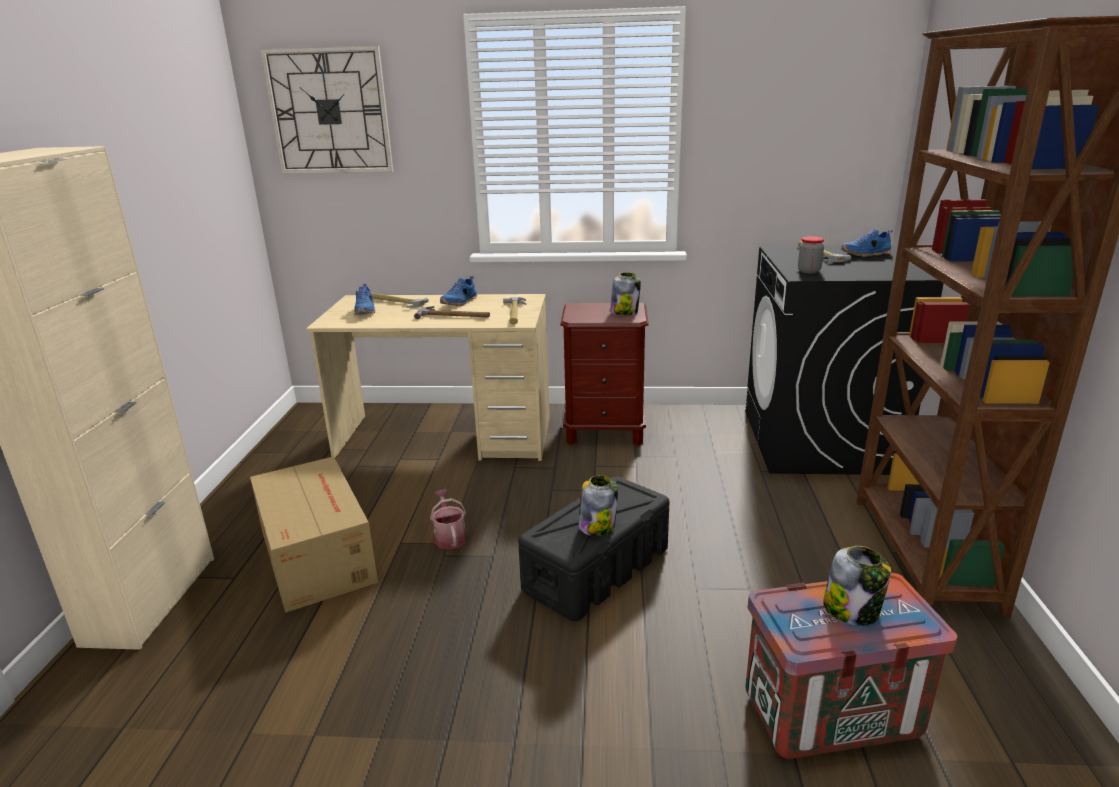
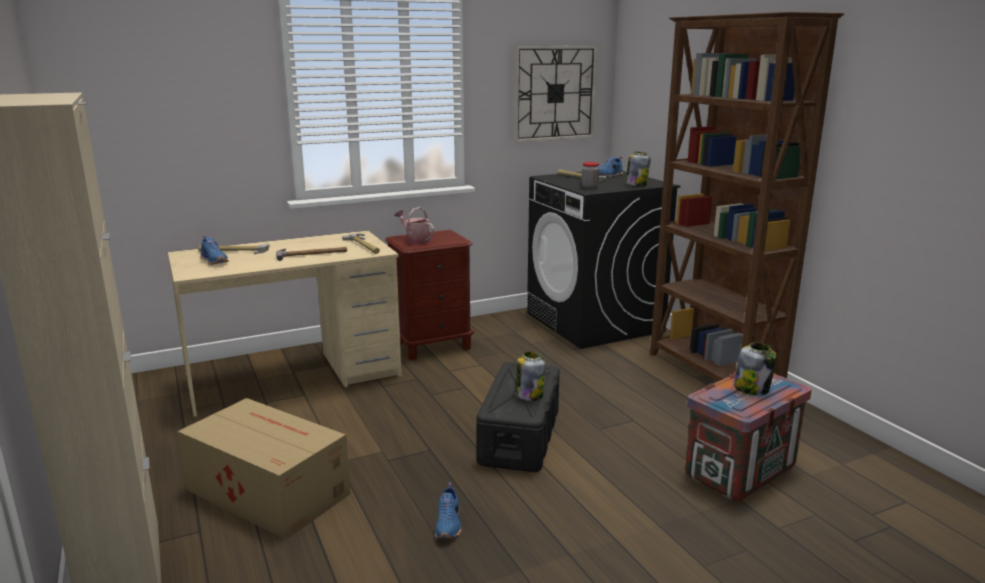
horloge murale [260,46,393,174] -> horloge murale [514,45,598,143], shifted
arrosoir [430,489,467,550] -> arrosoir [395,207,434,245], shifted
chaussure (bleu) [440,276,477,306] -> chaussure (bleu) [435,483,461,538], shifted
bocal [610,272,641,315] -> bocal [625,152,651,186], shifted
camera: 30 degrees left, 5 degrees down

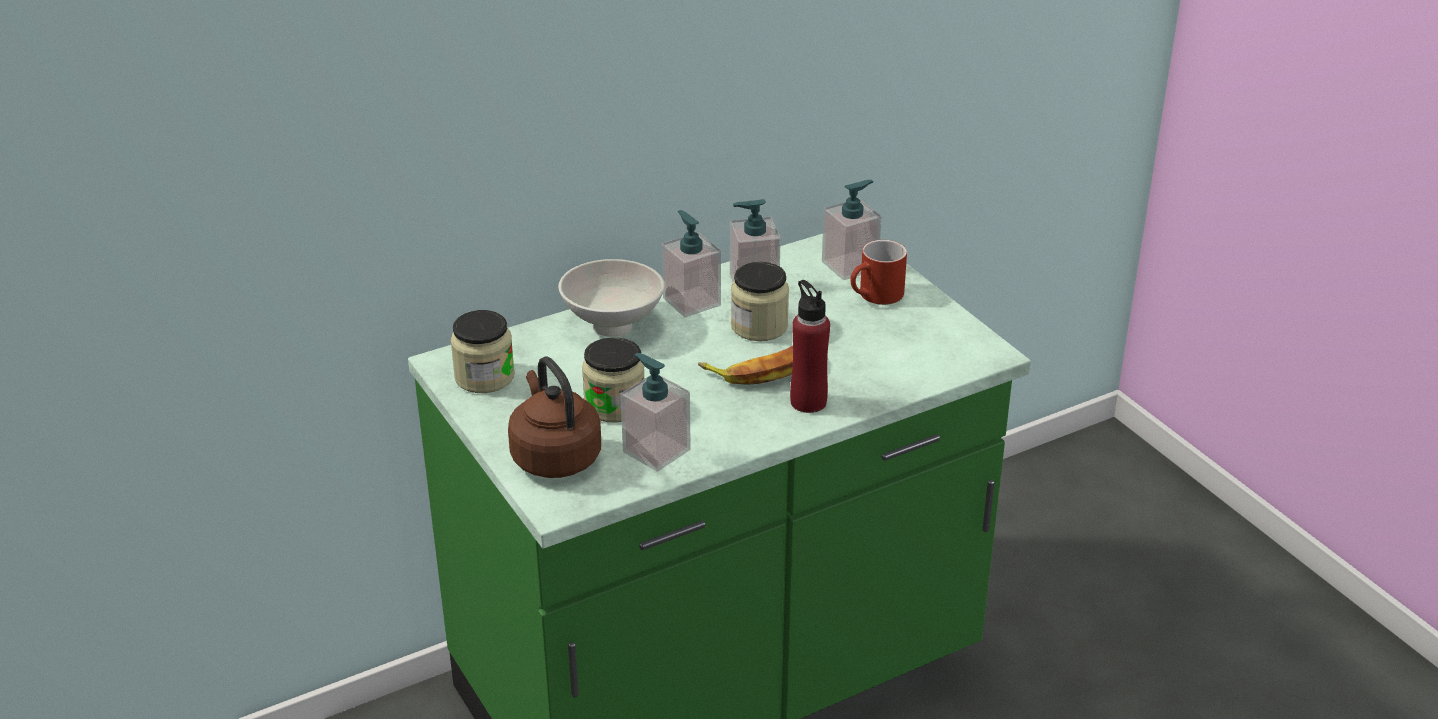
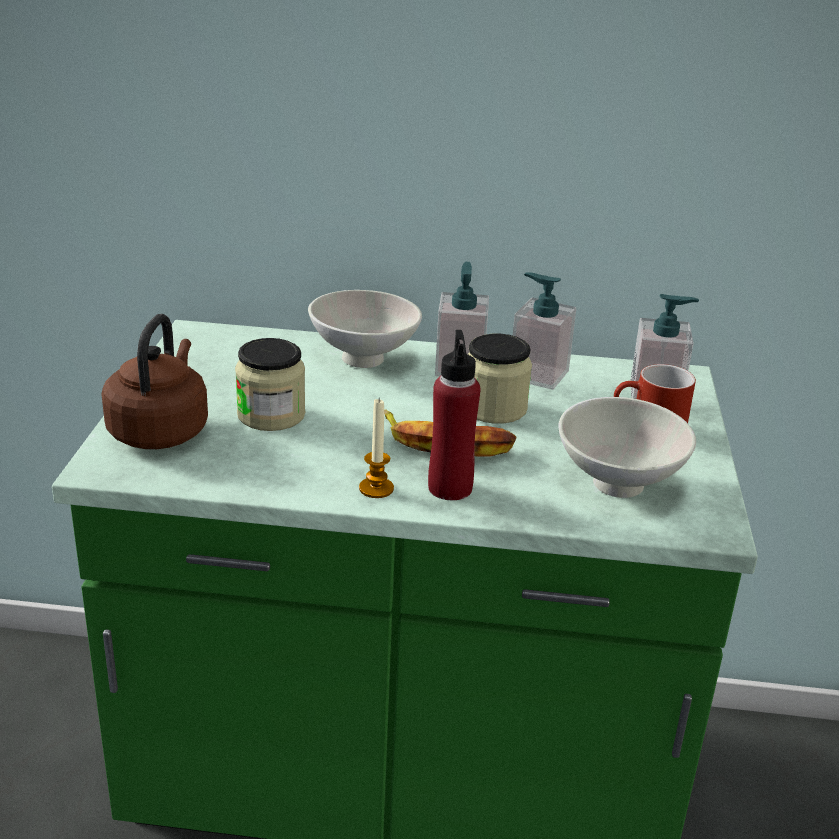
bocal [450,310,515,393] -> none
distributeur de savon [621,353,691,472] -> none
none -> bougie [359,399,394,498]
none -> bol (blanc) [558,397,696,498]
camera: 35 degrees right, 5 degrees down

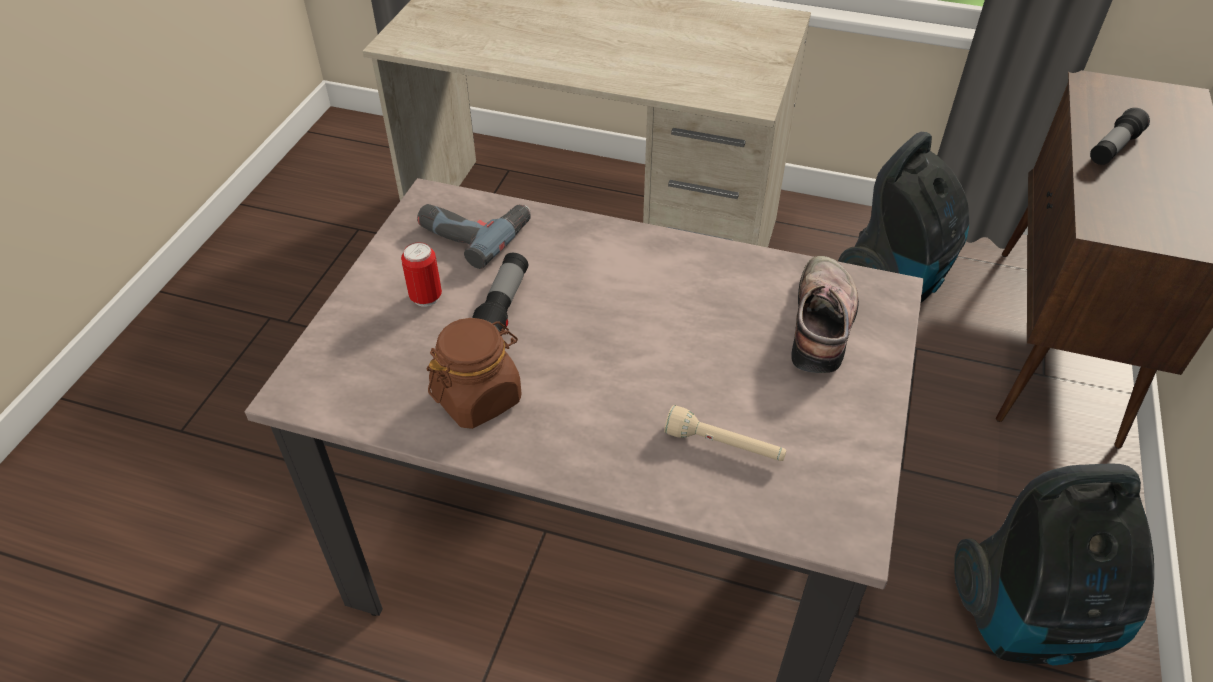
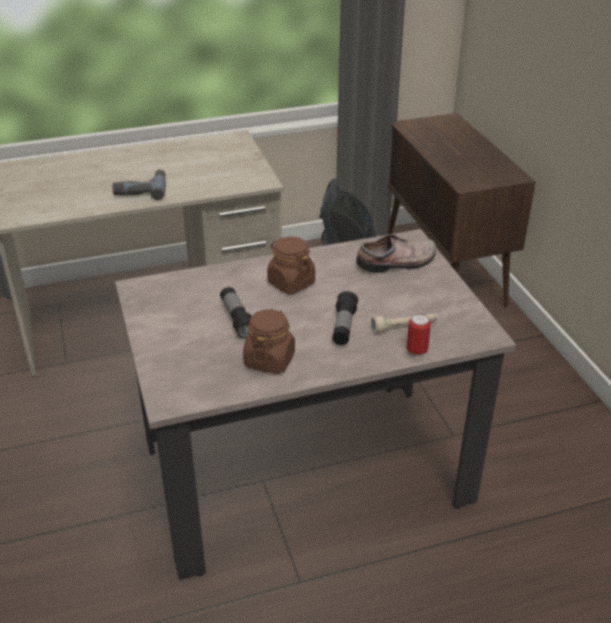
boîte métallique [401,242,442,307] -> boîte métallique [407,314,431,357], shifted
perceuse [417,204,531,269] -> perceuse [112,170,166,200], shifted
chaussure [791,256,859,373] -> chaussure [356,234,436,273], 90 degrees clockwise
aspirateur [954,464,1154,665] -> none
lampe de poche [1090,108,1150,165] -> lampe de poche [332,291,358,345], shifted
none -> bocal (marron) [267,237,315,294]
camera: 35 degrees left, 10 degrees down

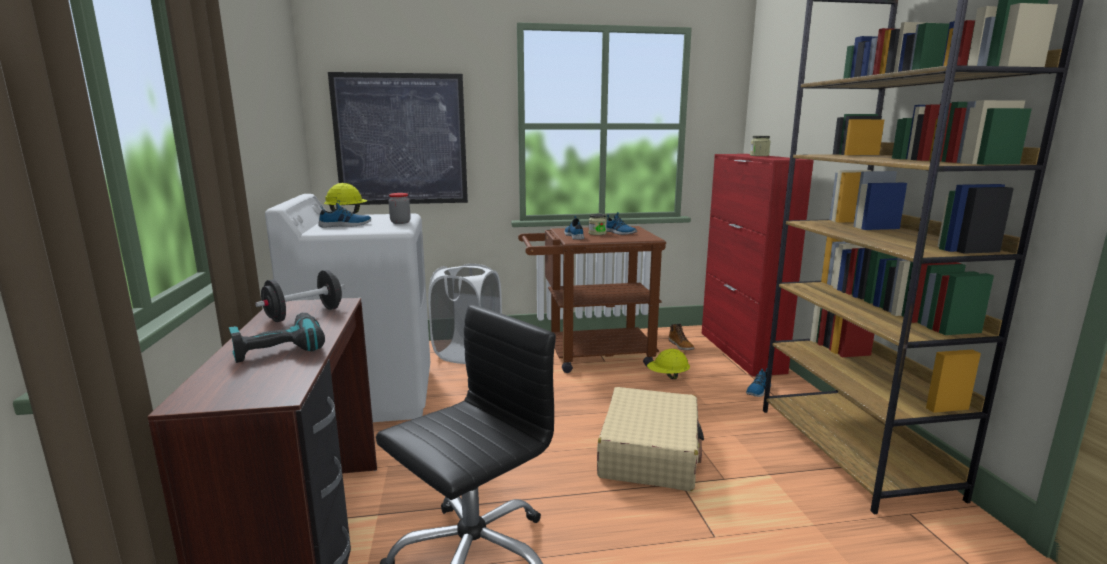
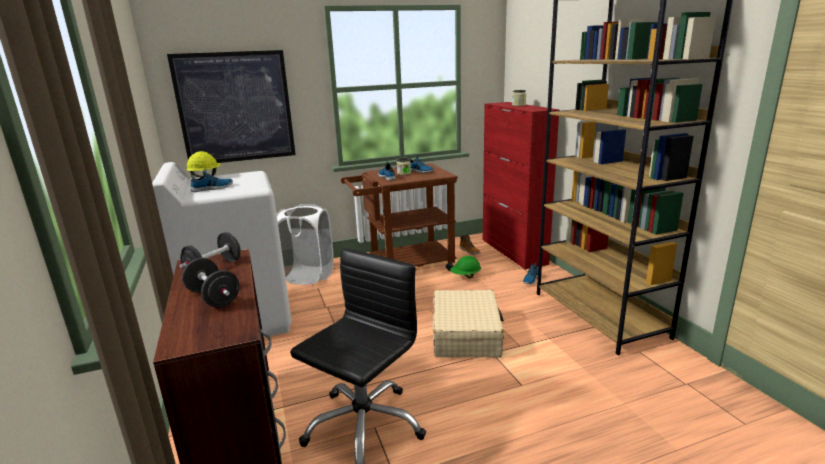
perceuse [229,312,325,363] -> haltère (noir) [182,258,240,307]
bocal [389,193,411,224] -> none
casque de chantier (jaune) [647,349,690,379] -> casque de chantier (vert) [450,256,481,278]
camera: 10 degrees left, 5 degrees up

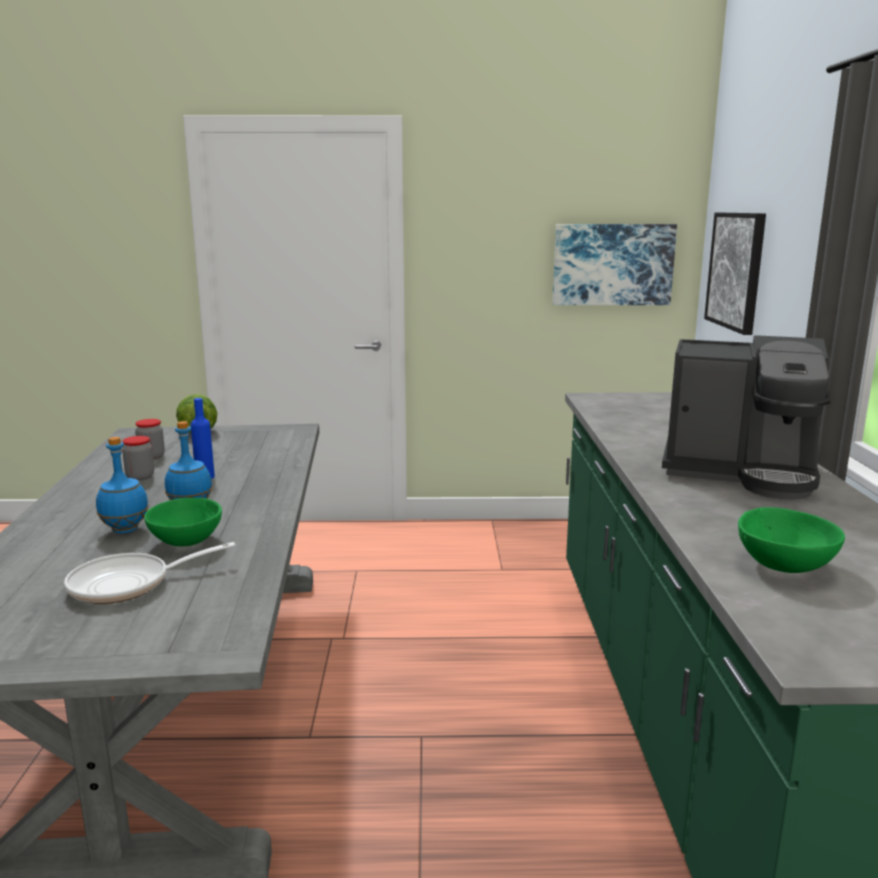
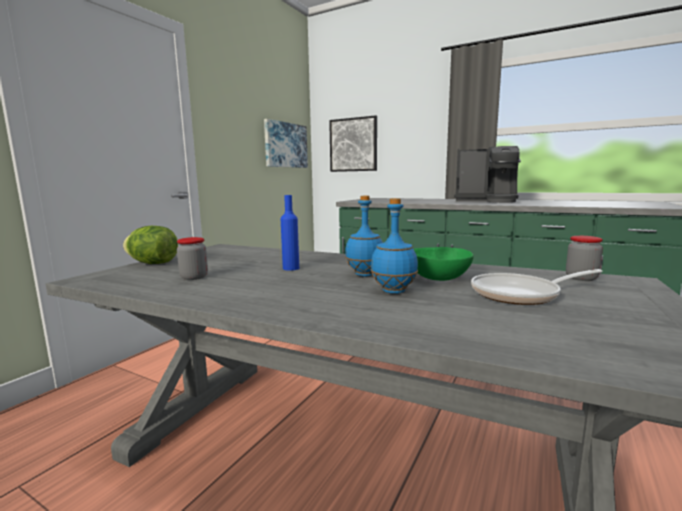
poêle [64,542,235,604] -> poêle [471,269,603,305], 75 degrees clockwise
bocal [122,436,154,481] -> bocal [566,236,603,281], shifted
machine à café [662,335,831,500] -> machine à café [454,146,521,203], 60 degrees clockwise
bol (vert) [738,507,845,573] -> none
camera: 60 degrees left, 5 degrees down

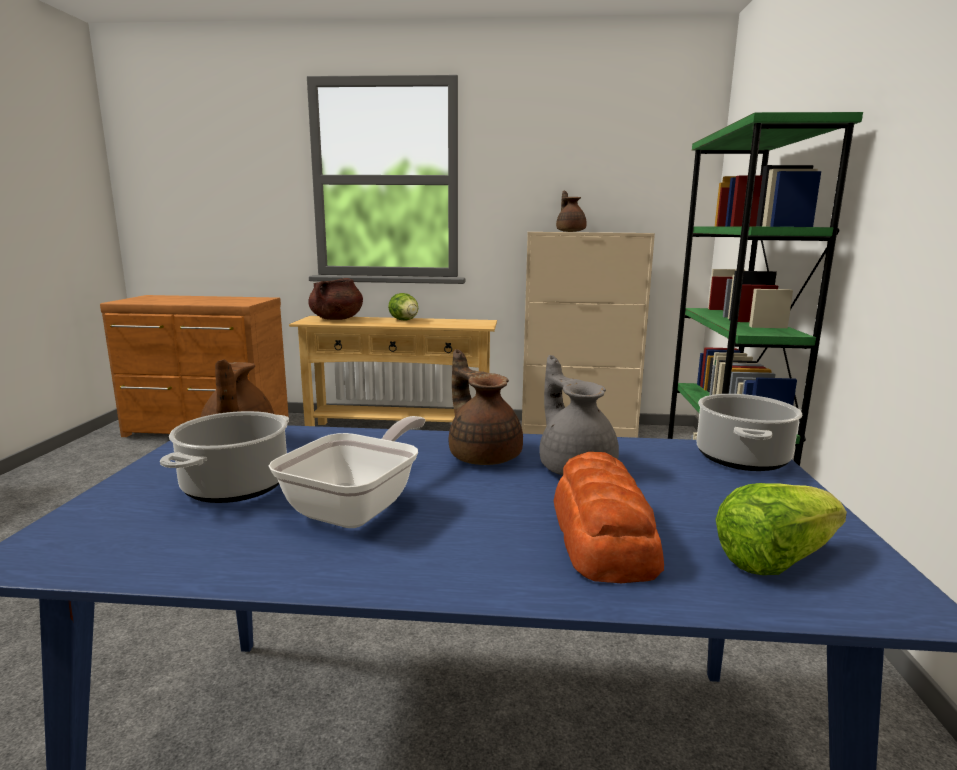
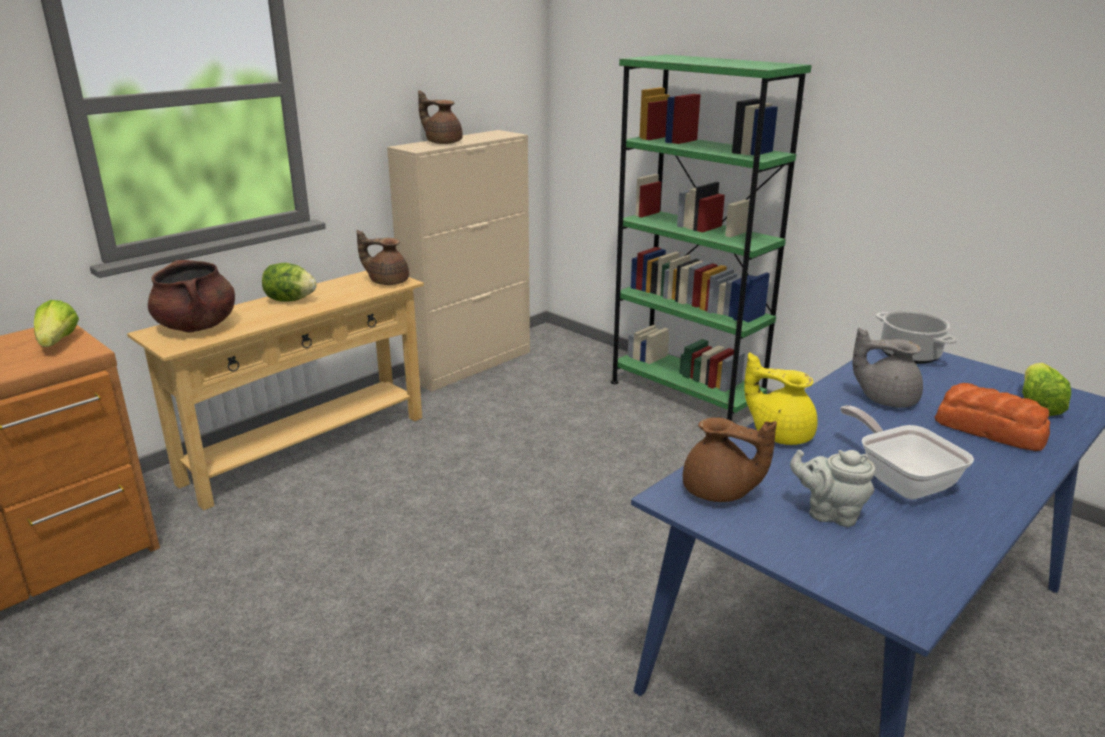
marmite [160,411,289,503] -> théière (gris) [790,450,875,527]
théière (marron) [448,349,523,465] -> théière (marron) [356,230,409,285], shifted
none -> laitue [34,300,79,347]
none -> théière (jaune) [744,352,817,445]
camera: 50 degrees left, 10 degrees up

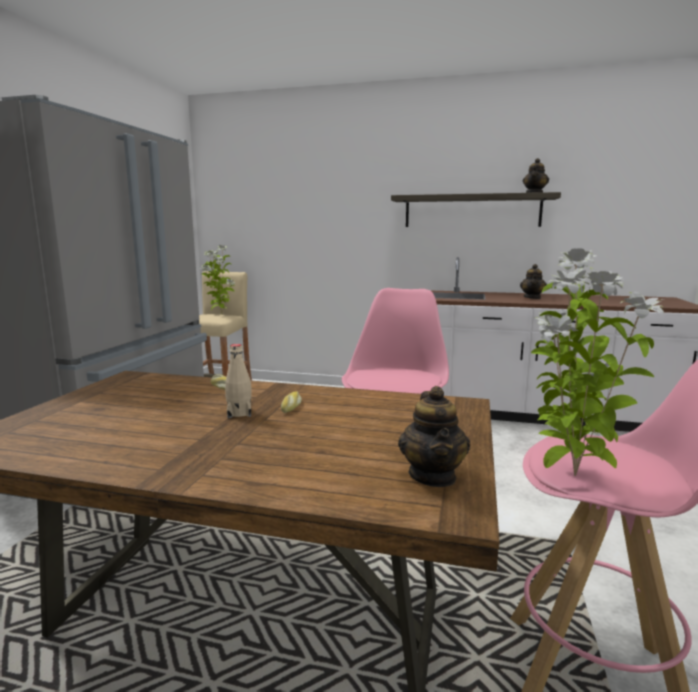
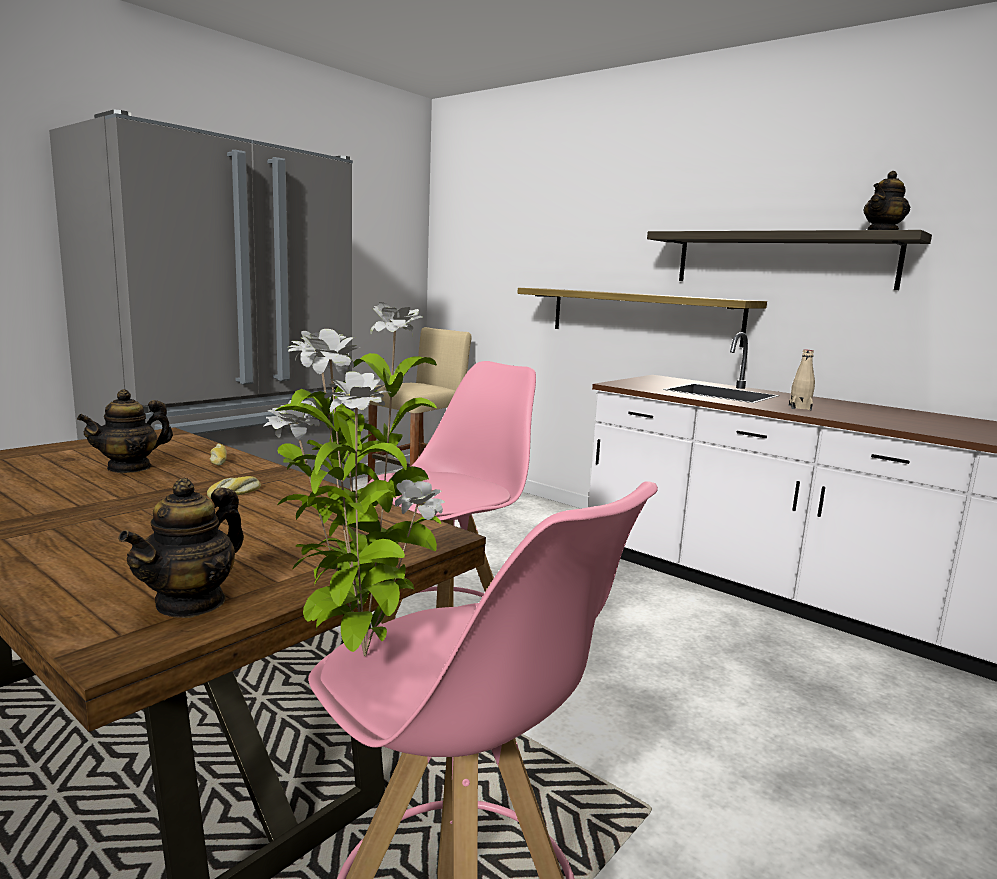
plante en pot [200,245,235,314] -> none
bouteille (beige) [225,344,252,418] -> bouteille (beige) [789,350,815,410], shifted
théière [520,264,547,299] -> théière [77,389,173,473], shifted
none -> étagère [517,288,767,347]
camera: 25 degrees right, 0 degrees up

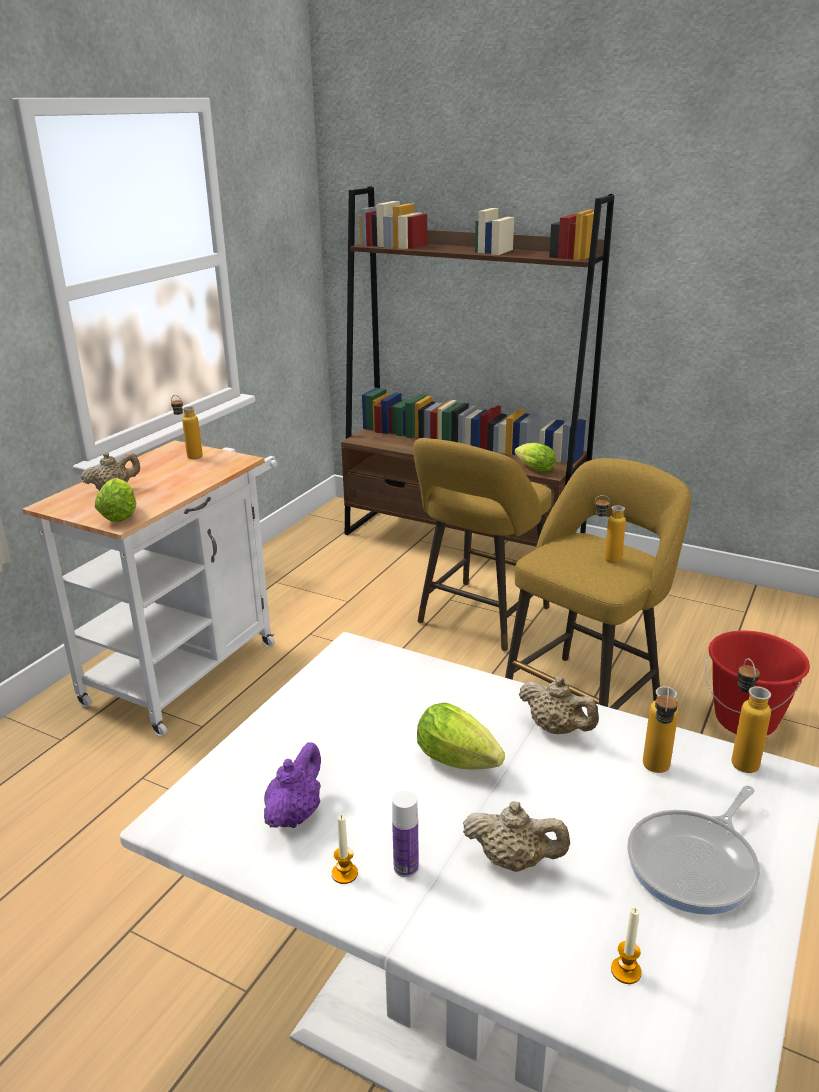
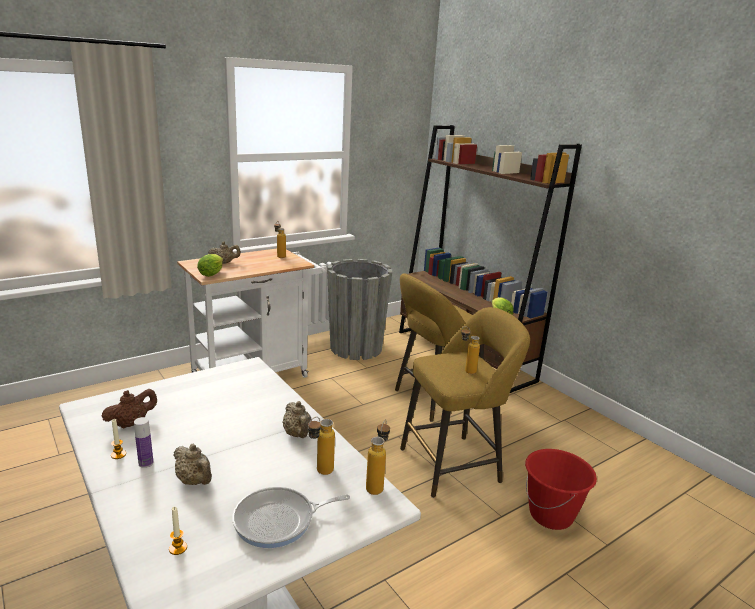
théière (violet) [264,742,321,828] -> théière (marron) [102,389,157,429]
laitue [417,702,505,770] -> none
none -> cache-pot (gris) [327,259,393,360]
camera: 25 degrees right, 5 degrees down

